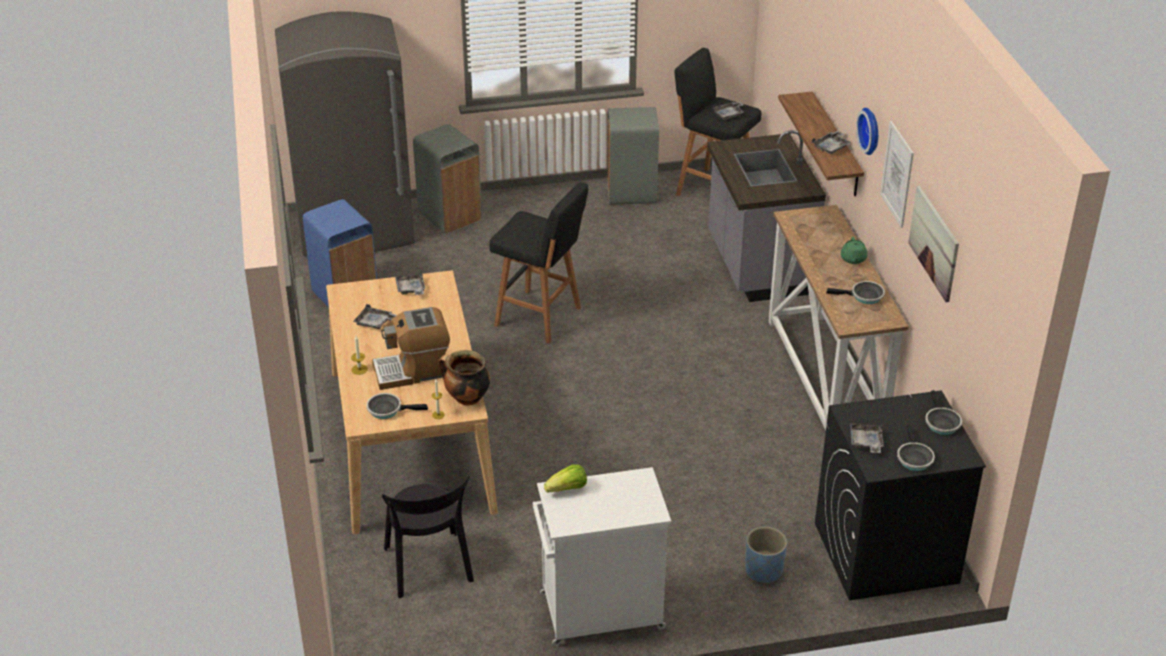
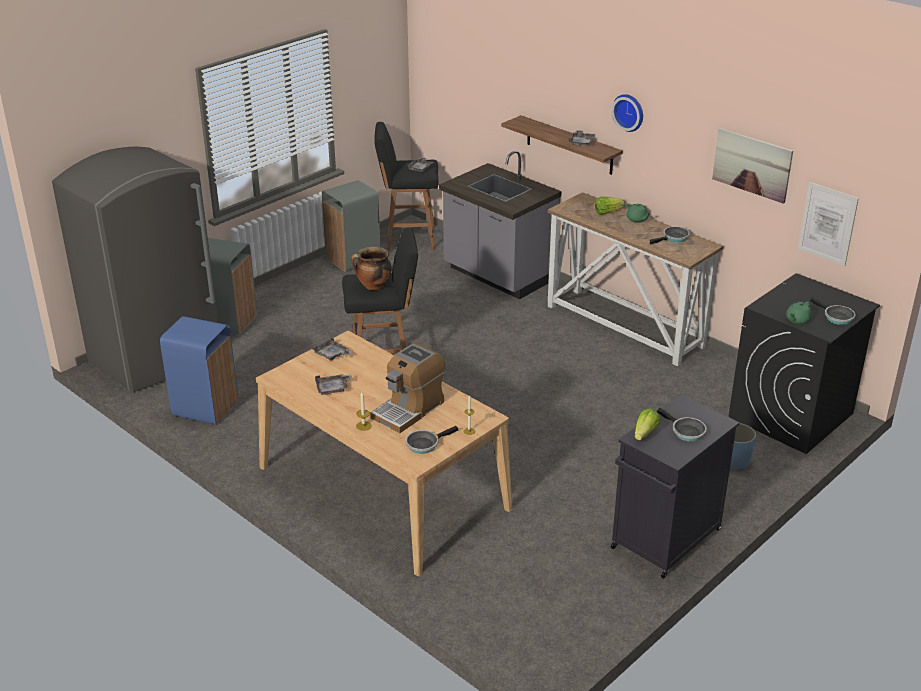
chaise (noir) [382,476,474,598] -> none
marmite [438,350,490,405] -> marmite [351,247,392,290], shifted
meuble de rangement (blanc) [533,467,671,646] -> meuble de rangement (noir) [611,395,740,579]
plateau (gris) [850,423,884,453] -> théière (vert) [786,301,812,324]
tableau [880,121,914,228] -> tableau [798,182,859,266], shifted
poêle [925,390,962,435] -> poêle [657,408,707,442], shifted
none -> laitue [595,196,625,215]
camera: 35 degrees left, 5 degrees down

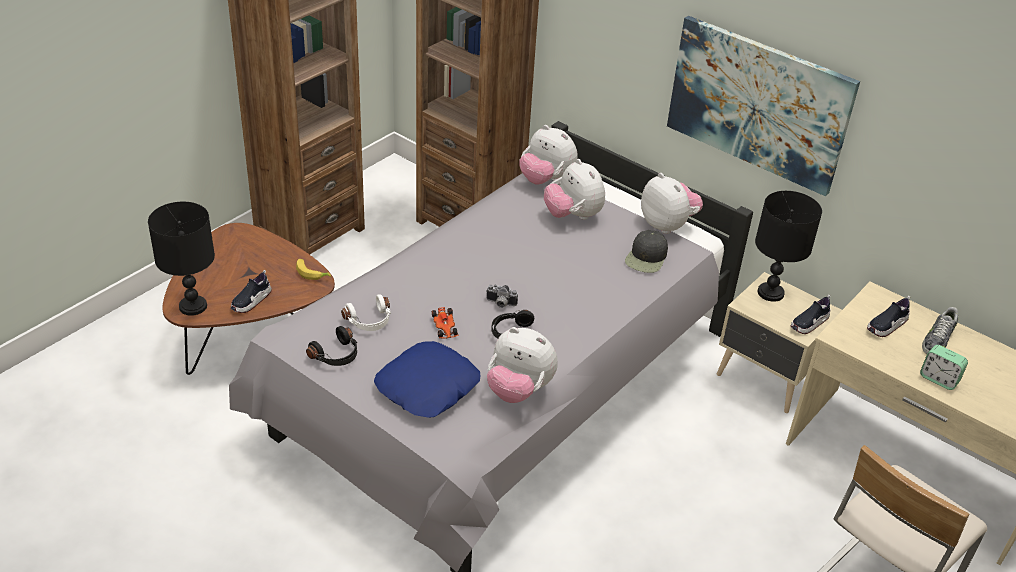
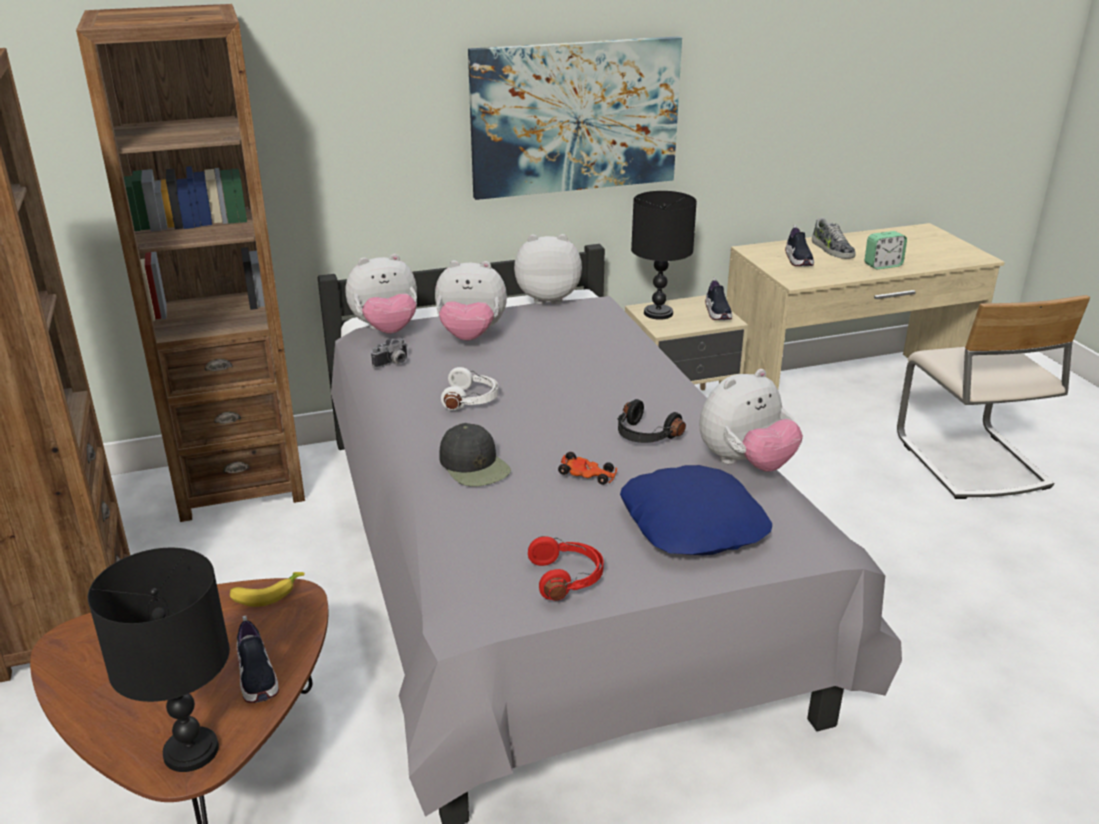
casque audio (noir) [306,326,357,366] -> casque audio (rouge) [528,536,604,601]
casque audio (blanc) [341,294,391,331] -> casque audio (blanc) [441,367,499,410], shifted
appareil photo [486,285,518,308] -> appareil photo [371,338,408,368], shifted
casquette (noir) [625,230,668,273] -> casquette (noir) [439,423,511,487], shifted
camera: 55 degrees left, 10 degrees down

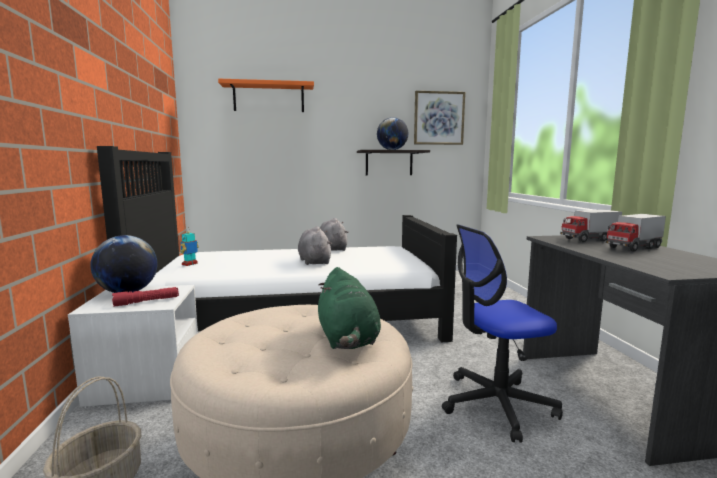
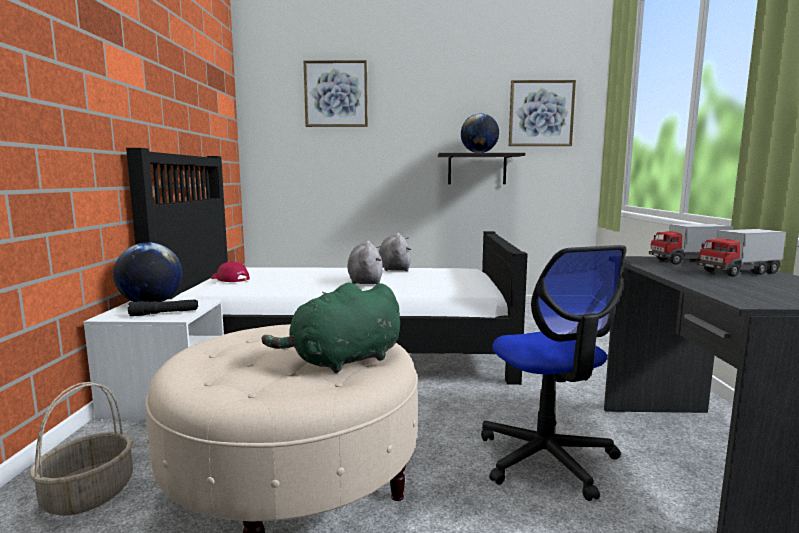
lampe de poche (rouge) [112,287,179,307] -> lampe de poche (noir) [128,299,198,316]
robot jouet [180,228,199,266] -> casquette (rouge) [211,261,250,282]
étagère (orange) [218,79,314,112] -> tableau [303,60,368,127]
peluche (vert) [318,267,381,349] -> peluche (vert) [261,282,400,373], 60 degrees clockwise
chaise de bureau [442,225,563,443] -> chaise de bureau [481,245,627,501], 105 degrees counterclockwise
camera: 10 degrees right, 0 degrees up

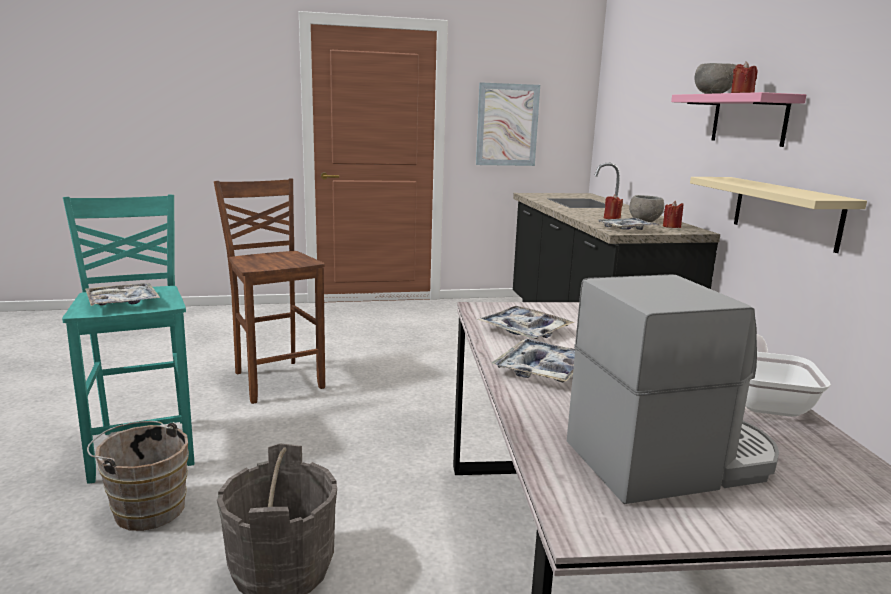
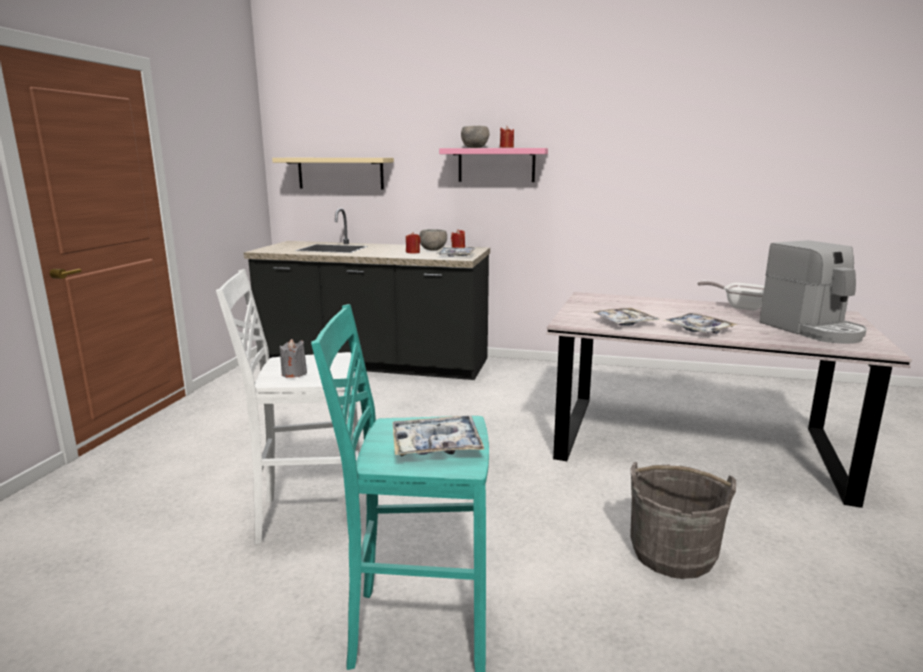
seau (marron) [87,421,189,531] -> none
tabouret (marron) [214,178,325,404] -> tabouret (blanc) [216,269,360,545]
tableau [476,82,540,166] -> none
machine à café [567,274,779,504] -> machine à café [759,240,867,344], 150 degrees clockwise
étagère (beige) [690,177,867,253] -> étagère (beige) [272,158,394,190], shifted
none -> bougie (gris) [280,339,307,378]
camera: 65 degrees left, 0 degrees up

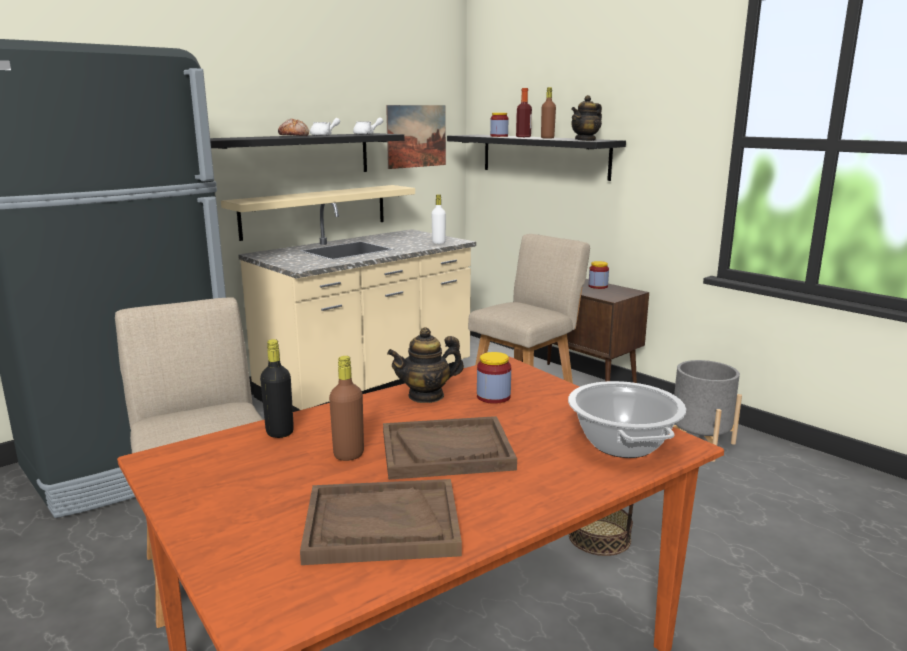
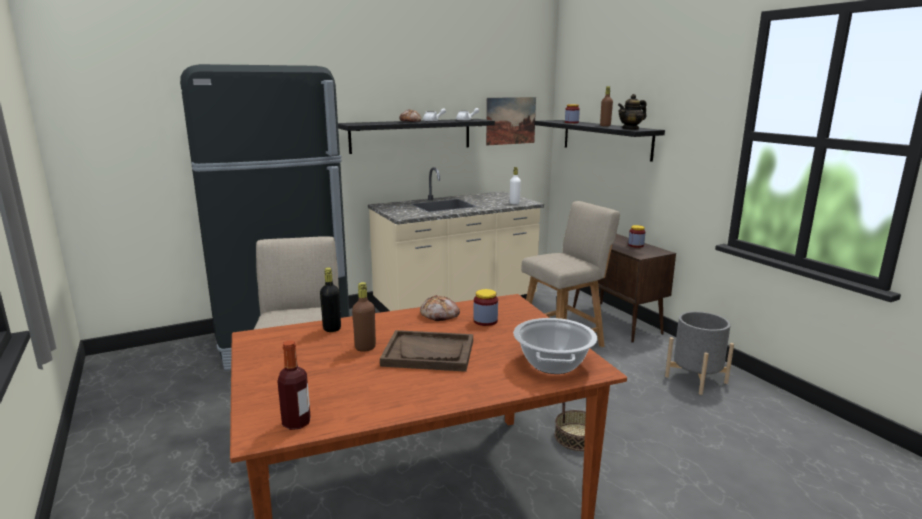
étagère (beige) [221,185,415,241] -> none
plateau (marron) [300,479,462,565] -> none
théière [387,327,464,403] -> pain [420,295,460,321]
bouteille [516,88,532,137] -> bouteille [277,340,311,430], shifted
camera: 15 degrees right, 0 degrees up

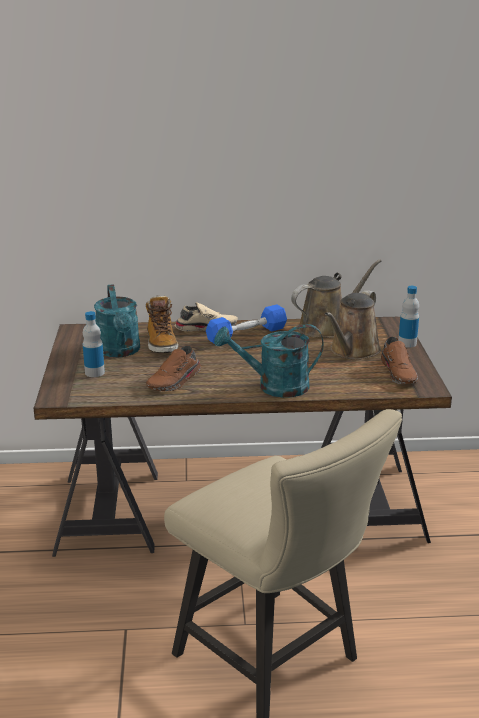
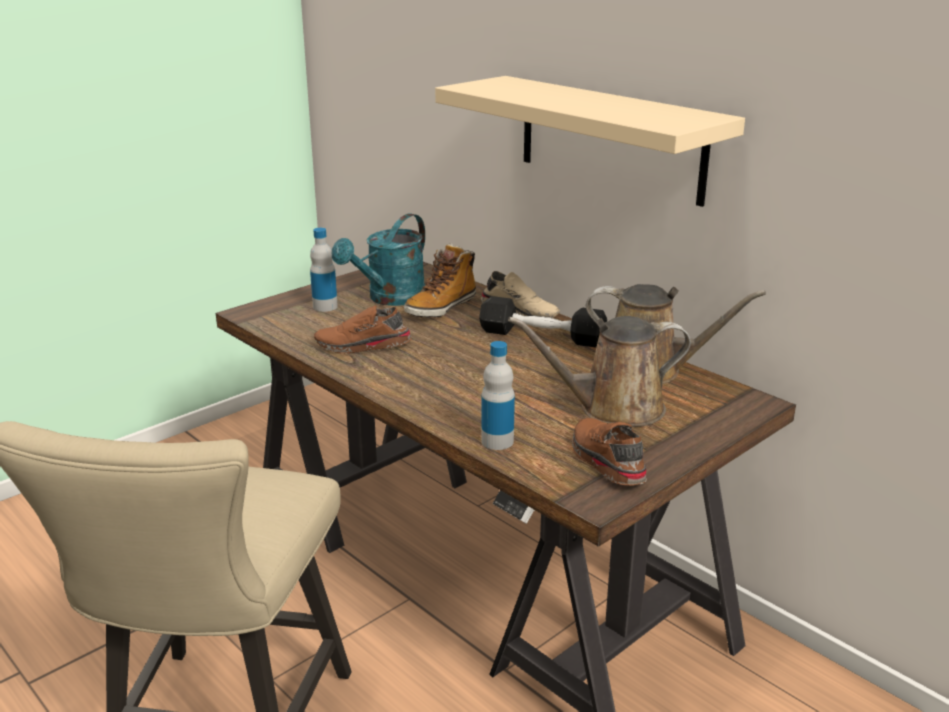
haltère (bleu) [206,305,287,343] -> haltère (noir) [479,296,607,348]
arrosoir (turquoise) [214,324,324,398] -> none
chaussure (marron) [381,336,418,384] -> chaussure (marron) [572,418,647,486], 120 degrees clockwise
bouteille [398,286,419,348] -> bouteille [481,341,515,450], shifted
none -> étagère (beige) [435,76,745,207]
camera: 50 degrees right, 0 degrees up

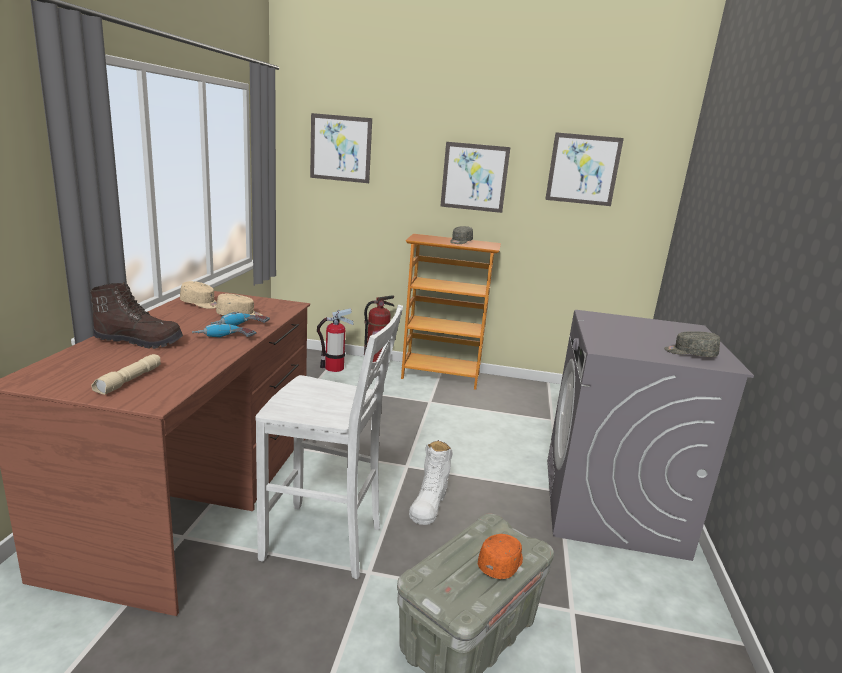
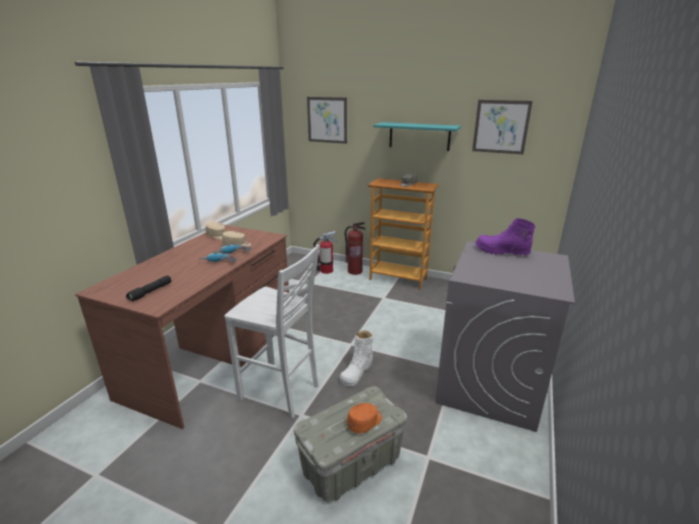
botte (marron) [90,282,183,349] -> none
lampe de poche (beige) [91,354,161,395] -> lampe de poche (noir) [126,275,172,301]
tableau [440,142,511,213] -> étagère (turquoise) [373,122,461,151]
casquette (gris) [664,331,720,357] -> none
none -> botte (violet) [475,218,535,255]
camera: 15 degrees right, 5 degrees up

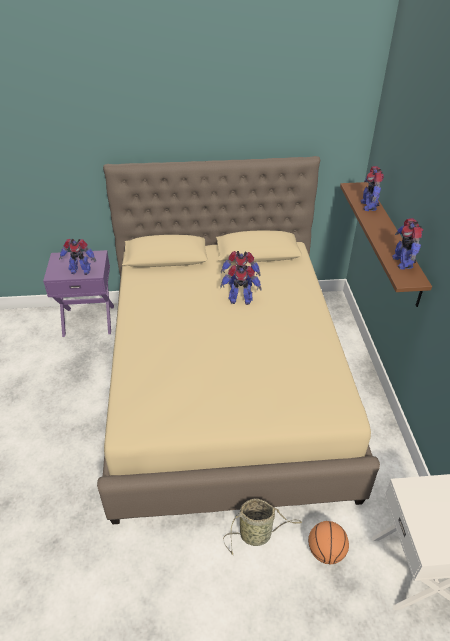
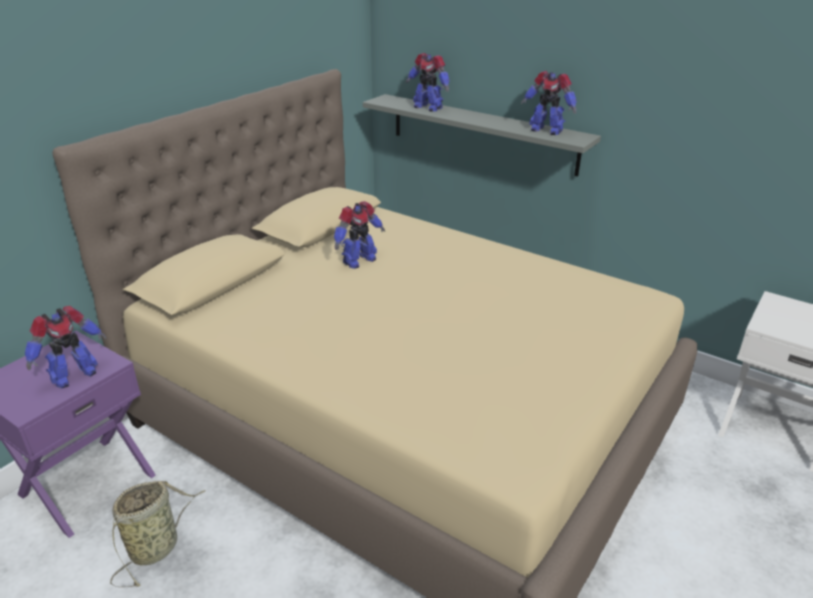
robot jouet [220,265,262,305] -> none
panier [223,498,302,556] -> panier [110,481,206,587], shifted
ballon de basket [308,521,349,564] -> none
étagère (marron) [340,182,432,307] -> étagère (gris) [363,94,601,177]
camera: 50 degrees left, 10 degrees down

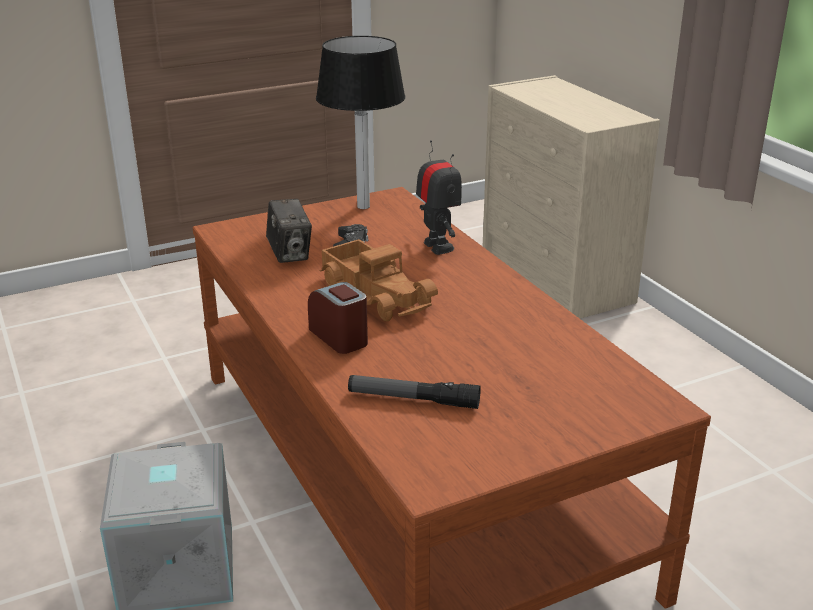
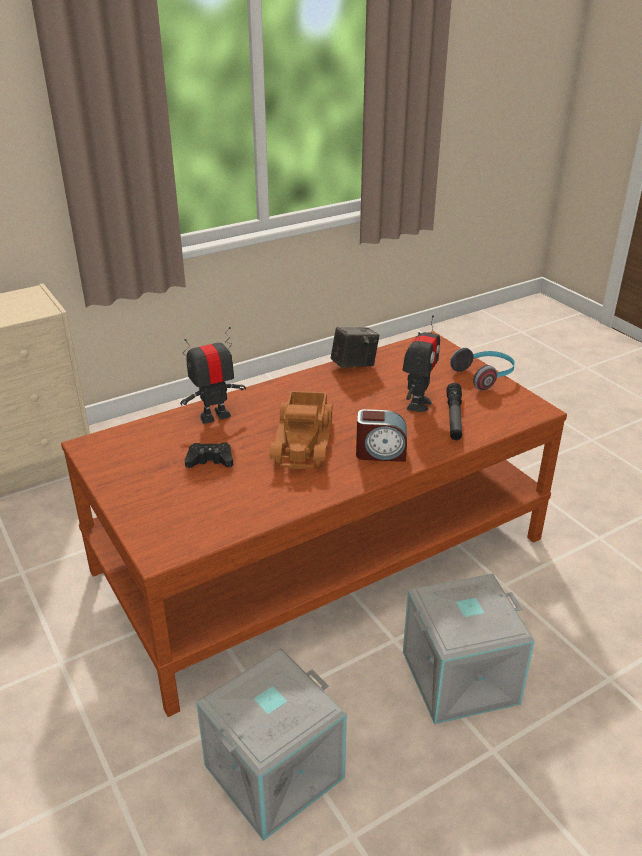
appareil photo [266,199,312,263] -> appareil photo [331,327,379,368], shifted
réveil [308,282,368,354] -> réveil [356,409,407,462], 135 degrees counterclockwise
lampe de table [316,36,405,209] -> none
camion jouet [319,239,438,321] -> camion jouet [270,391,333,469], 135 degrees clockwise
none -> boîte de rangement (gris) [196,649,347,841]
none -> robot jouet [403,315,440,412]
none -> casque audio [450,348,515,390]
camera: 95 degrees left, 5 degrees up

